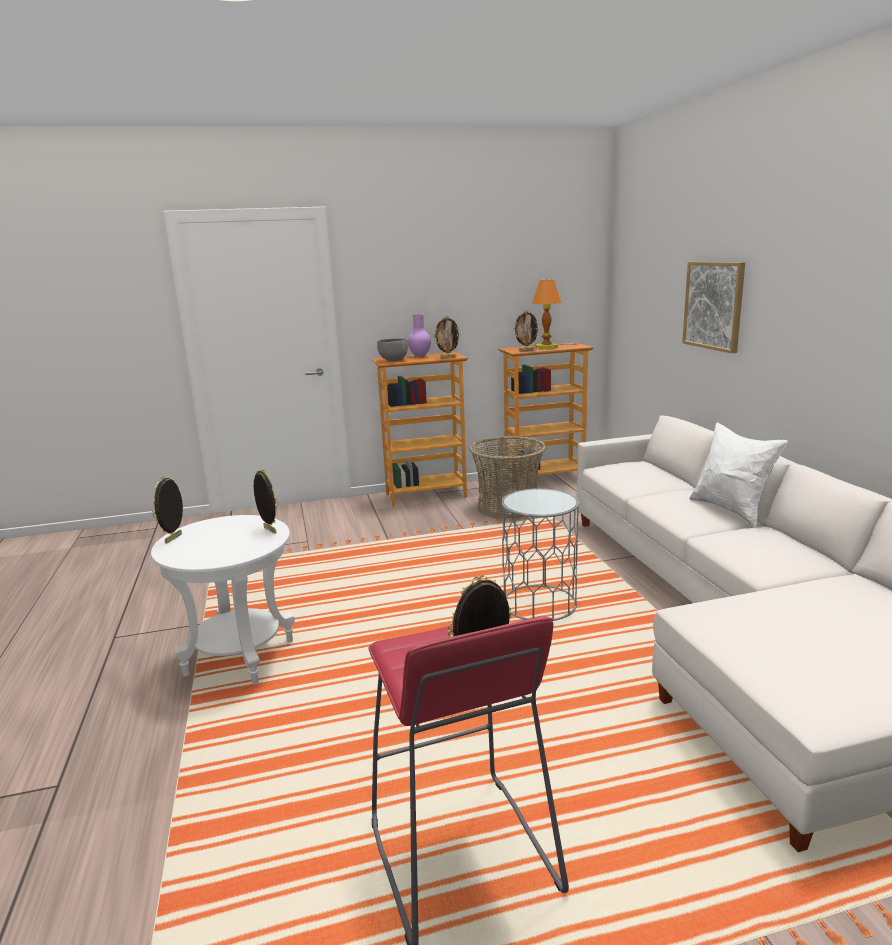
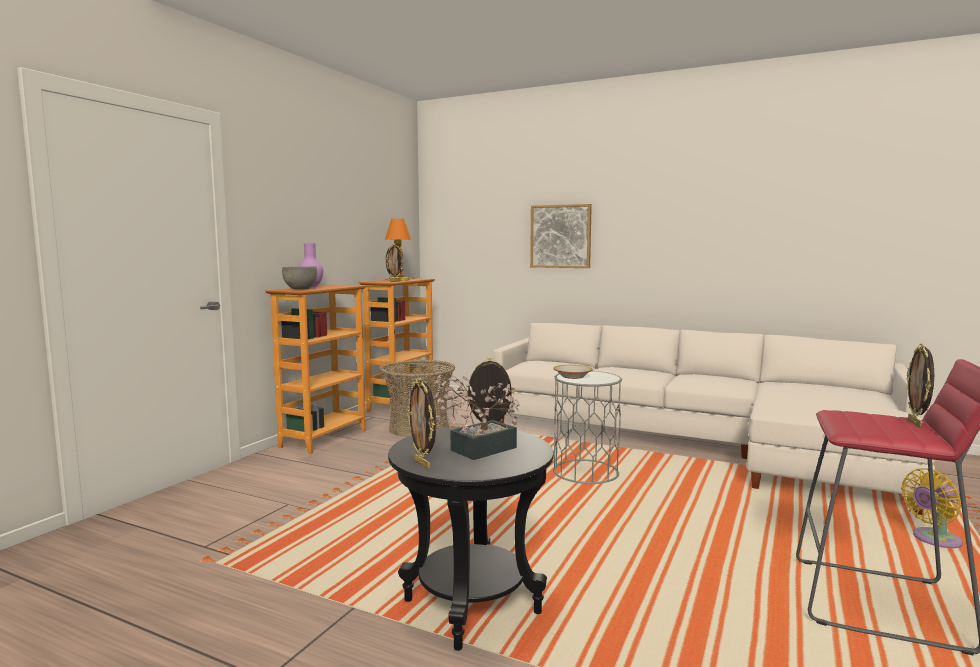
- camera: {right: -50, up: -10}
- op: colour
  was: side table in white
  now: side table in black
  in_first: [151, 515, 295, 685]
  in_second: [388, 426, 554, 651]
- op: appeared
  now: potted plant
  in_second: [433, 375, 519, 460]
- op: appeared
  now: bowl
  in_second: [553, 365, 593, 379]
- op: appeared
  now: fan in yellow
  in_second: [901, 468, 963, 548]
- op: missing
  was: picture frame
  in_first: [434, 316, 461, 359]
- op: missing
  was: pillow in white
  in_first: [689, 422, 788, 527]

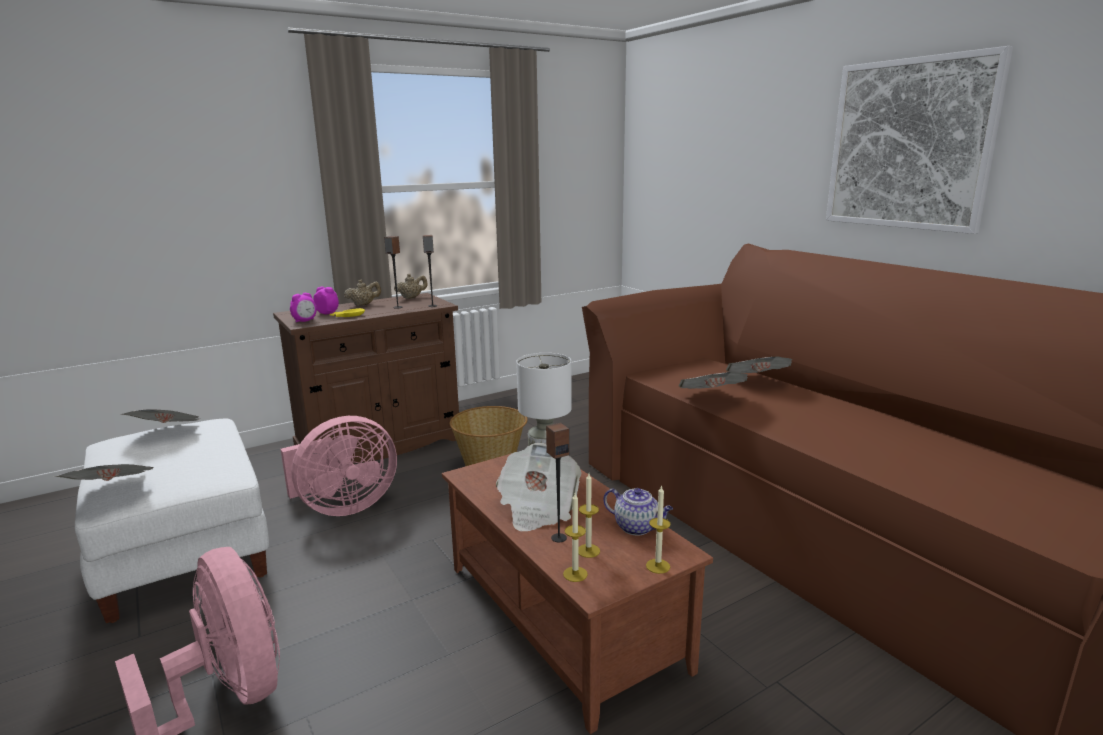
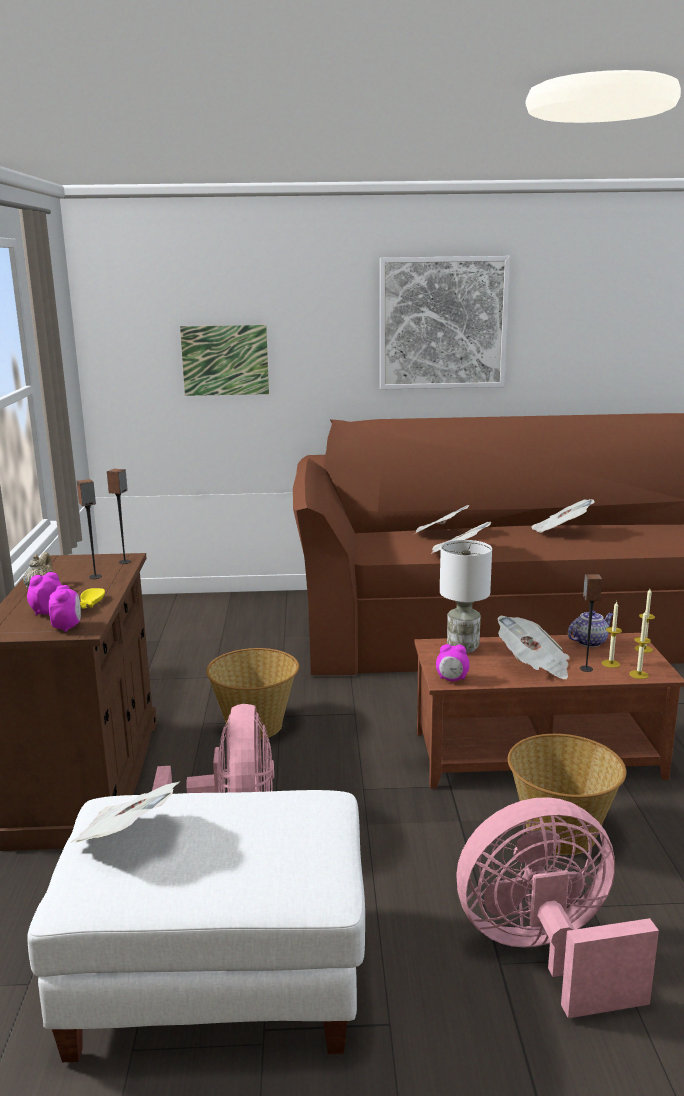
- camera: {right: -60, up: 0}
- op: appeared
  now: picture
  in_second: [180, 325, 269, 396]
- op: appeared
  now: alarm clock
  in_second: [436, 644, 470, 682]
- op: appeared
  now: basket
  in_second: [508, 734, 627, 855]
- op: relocated
  was: newspaper
  in_first: [55, 464, 154, 481]
  in_second: [531, 499, 594, 533]
- op: missing
  was: teapot in beige
  in_first: [394, 274, 428, 299]

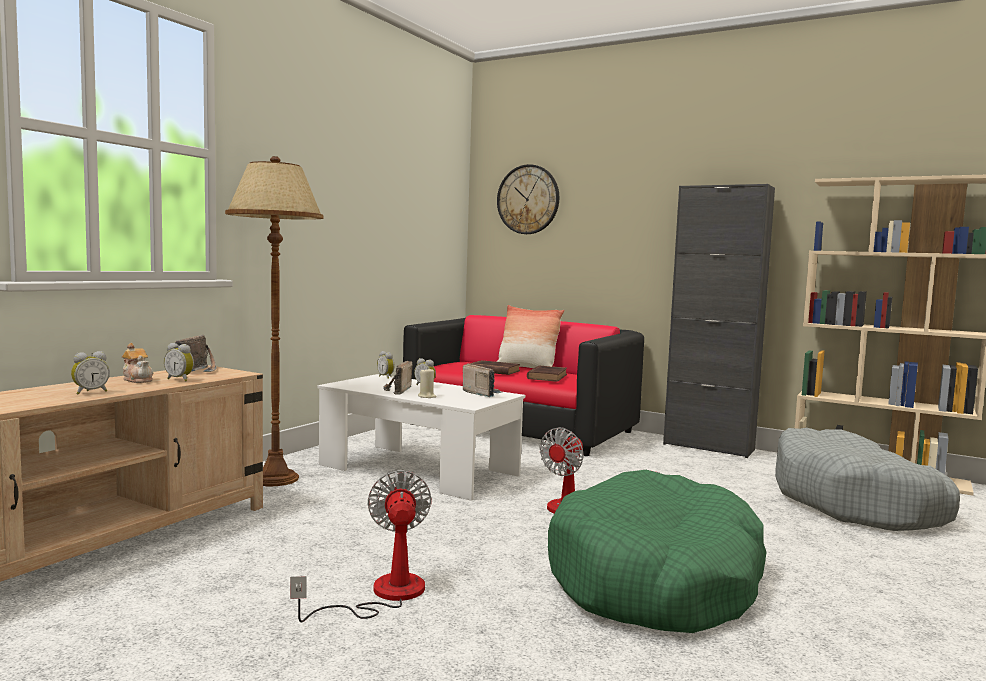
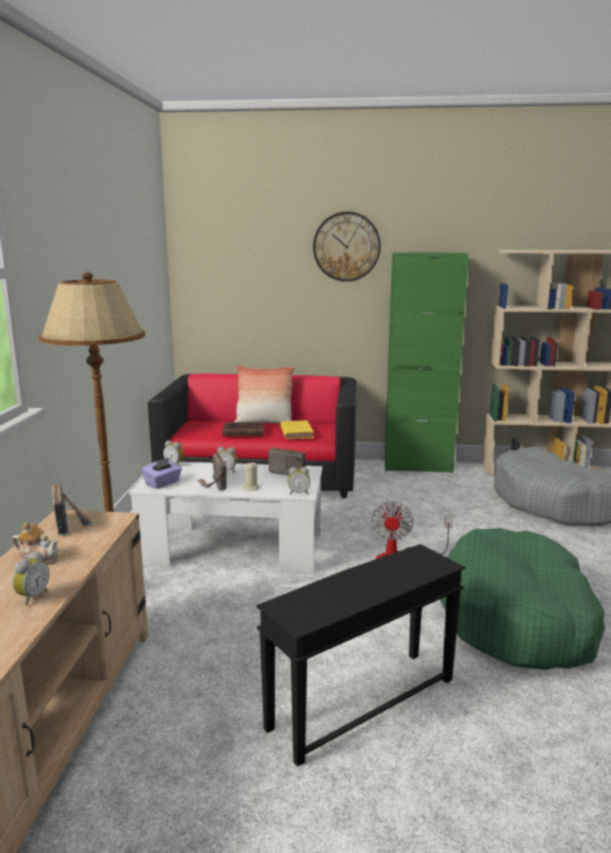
- camera: {right: -25, up: 10}
- op: appeared
  now: tissue box in purple
  in_second: [141, 457, 182, 489]
- op: exchanged
  was: fan
  now: side table in black
  in_first: [290, 470, 432, 622]
  in_second: [256, 544, 465, 767]
- op: colour
  was: book in brown
  now: book in yellow
  in_first: [527, 365, 567, 382]
  in_second: [280, 420, 314, 439]
- op: relocated
  was: alarm clock
  in_first: [164, 343, 194, 381]
  in_second: [288, 467, 310, 495]
- op: relocated
  was: wall clock
  in_first: [497, 164, 559, 234]
  in_second: [313, 212, 381, 282]
- op: colour
  was: cabinet in black
  now: cabinet in green
  in_first: [663, 184, 775, 458]
  in_second: [385, 252, 469, 473]

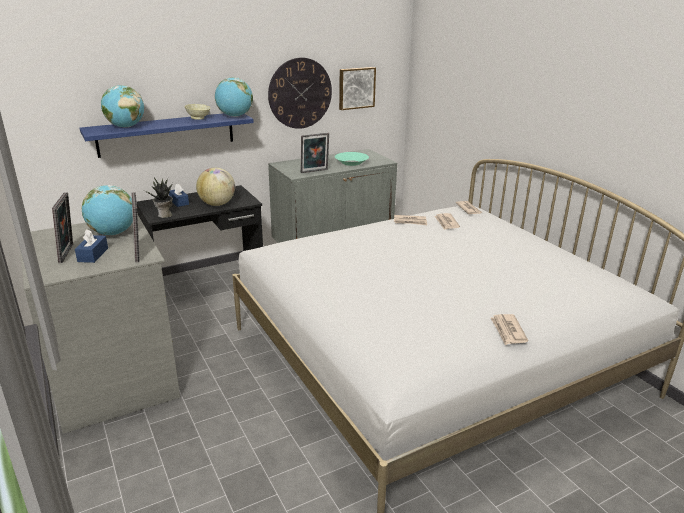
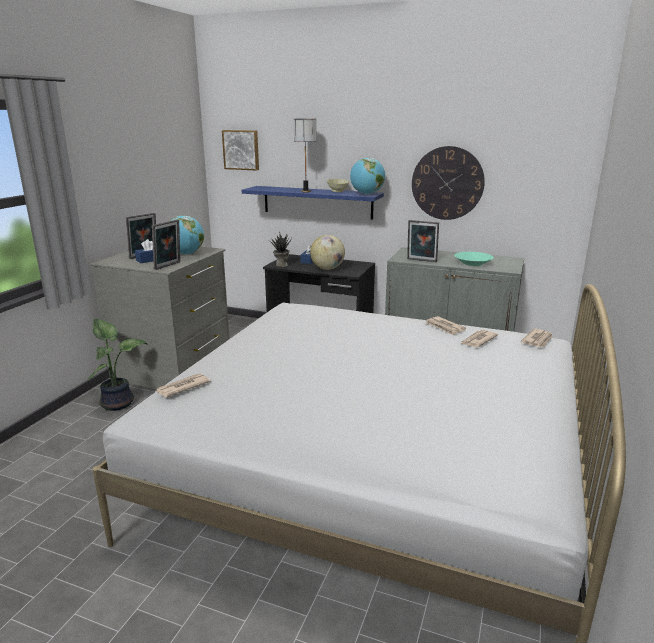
- camera: {right: 50, up: -5}
- op: appeared
  now: potted plant
  in_second: [87, 319, 147, 411]
- op: relocated
  was: newspaper
  in_first: [491, 314, 528, 345]
  in_second: [155, 373, 211, 397]
- op: relocated
  was: picture
  in_first: [339, 67, 376, 110]
  in_second: [222, 130, 259, 171]
- op: appeared
  now: table lamp
  in_second: [294, 119, 317, 192]
- op: missing
  was: globe
  in_first: [101, 85, 144, 127]

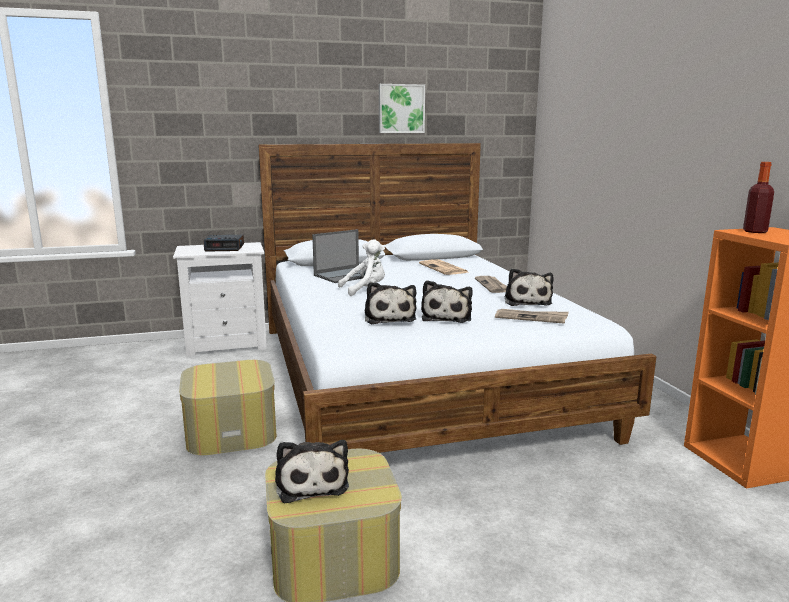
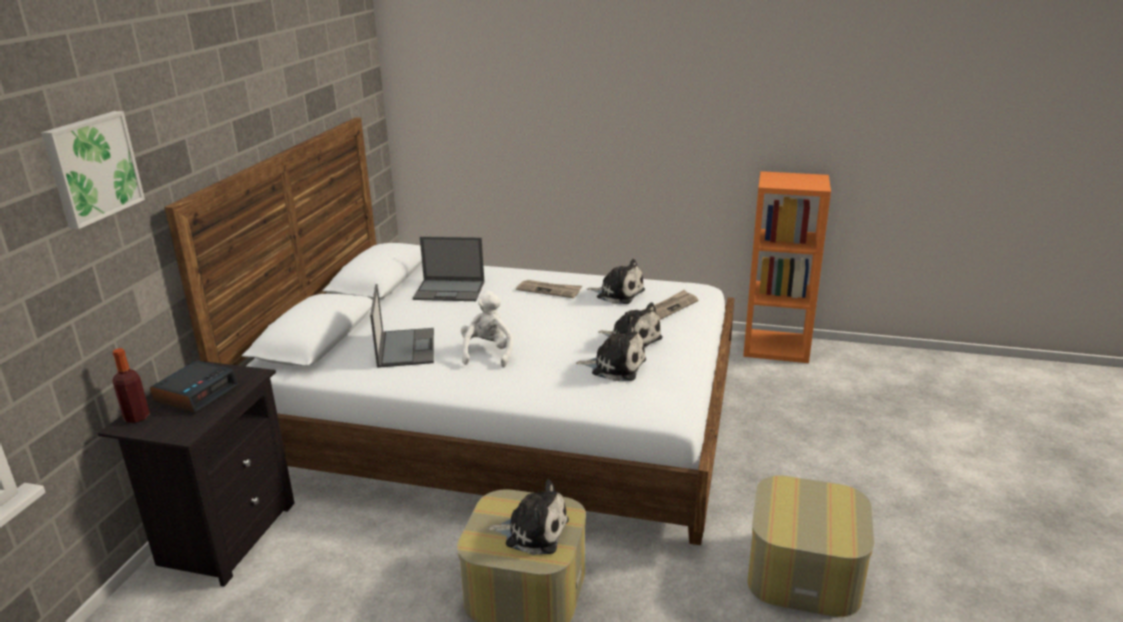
- camera: {right: -60, up: 10}
- op: relocated
  was: picture
  in_first: [379, 84, 425, 133]
  in_second: [41, 111, 145, 229]
- op: colour
  was: nightstand in white
  now: nightstand in black
  in_first: [173, 242, 267, 357]
  in_second: [98, 360, 295, 587]
- op: relocated
  was: bottle
  in_first: [743, 162, 774, 233]
  in_second: [112, 348, 150, 423]
- op: exchanged
  was: newspaper
  now: laptop
  in_first: [419, 259, 468, 275]
  in_second: [413, 236, 485, 301]
- op: relocated
  was: plush toy
  in_first: [275, 440, 349, 503]
  in_second: [487, 480, 569, 555]

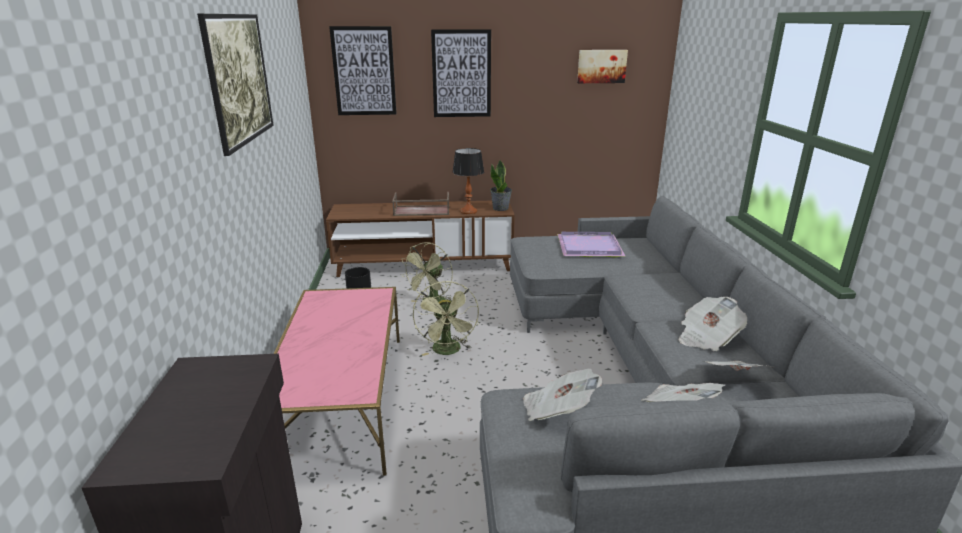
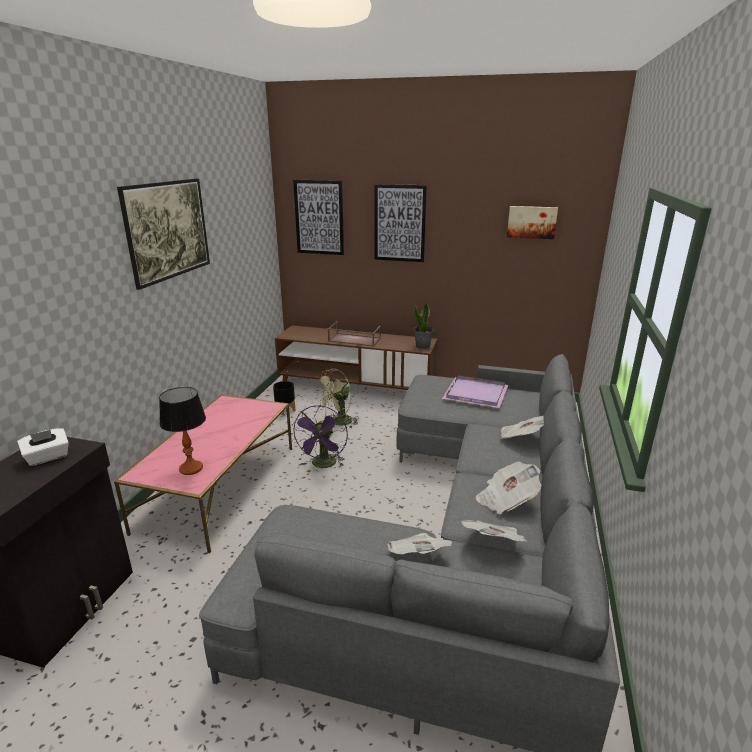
- camera: {right: 20, up: 0}
- op: appeared
  now: tissue box in white
  in_second: [17, 428, 69, 466]
- op: relocated
  was: table lamp
  in_first: [452, 148, 484, 214]
  in_second: [159, 387, 206, 475]
- op: colour
  was: fan in green
  now: fan in purple
  in_first: [413, 281, 479, 356]
  in_second: [292, 405, 348, 468]
- op: relocated
  was: newspaper
  in_first: [523, 369, 602, 421]
  in_second: [500, 416, 544, 439]

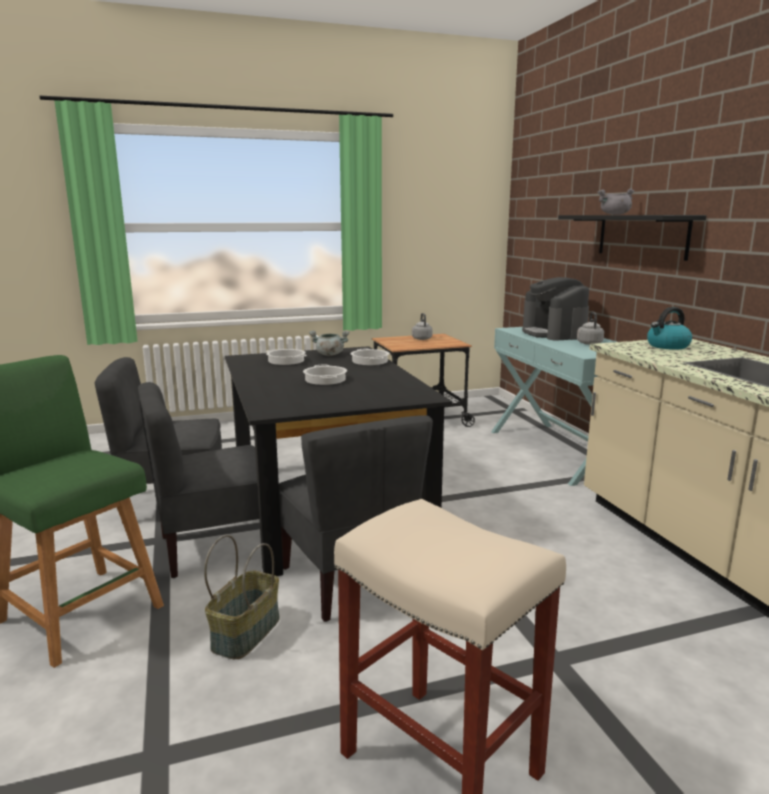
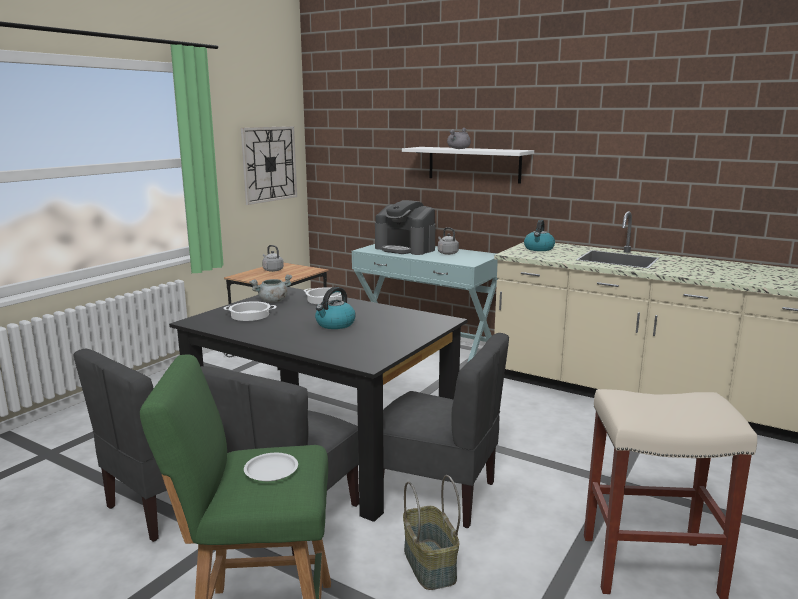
- camera: {right: -40, up: 0}
- op: appeared
  now: wall clock
  in_second: [241, 126, 297, 205]
- op: appeared
  now: plate in white
  in_second: [244, 453, 298, 481]
- op: exchanged
  was: cooking pot
  now: kettle
  in_first: [303, 365, 347, 385]
  in_second: [315, 287, 356, 329]
- op: colour
  was: shelf in black
  now: shelf in white
  in_first: [558, 215, 707, 261]
  in_second: [402, 147, 534, 184]

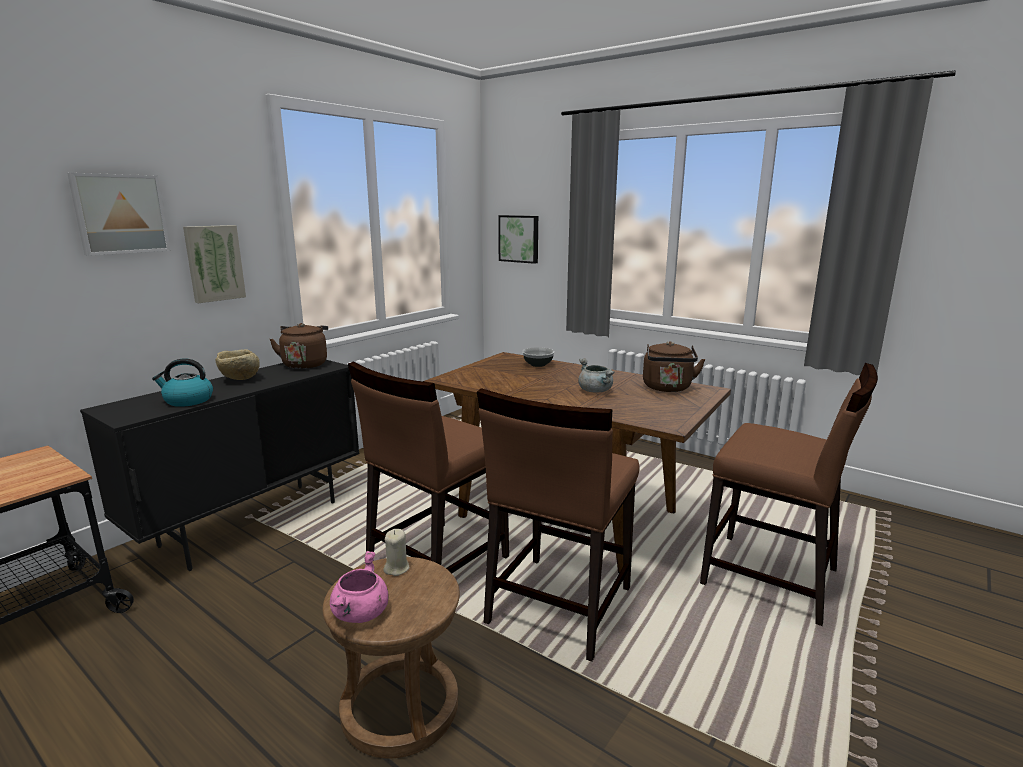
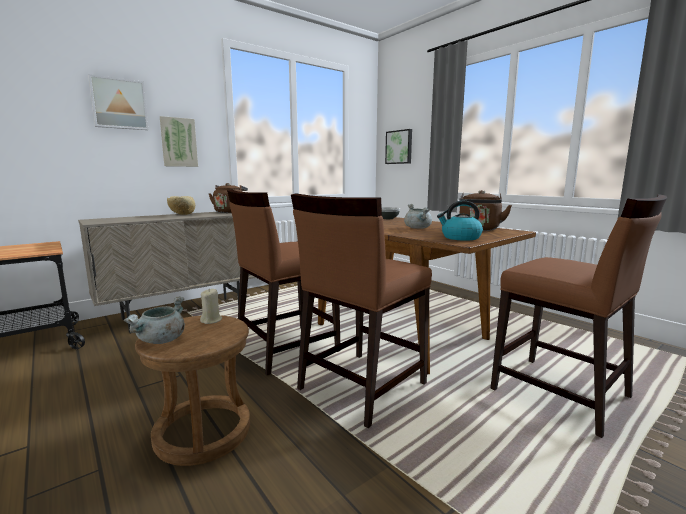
- camera: {right: 15, up: -5}
- op: colour
  was: cabinet in black
  now: cabinet in beige
  in_first: [80, 360, 359, 571]
  in_second: [78, 212, 256, 334]
- op: colour
  was: cooking pot in pink
  now: cooking pot in grey
  in_first: [330, 551, 389, 623]
  in_second: [124, 296, 185, 344]
- op: relocated
  was: kettle
  in_first: [152, 359, 213, 407]
  in_second: [437, 201, 483, 241]

